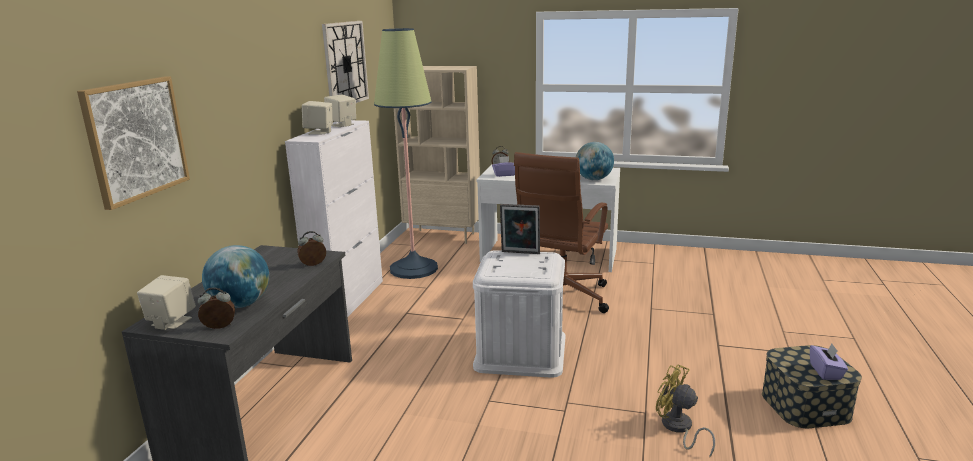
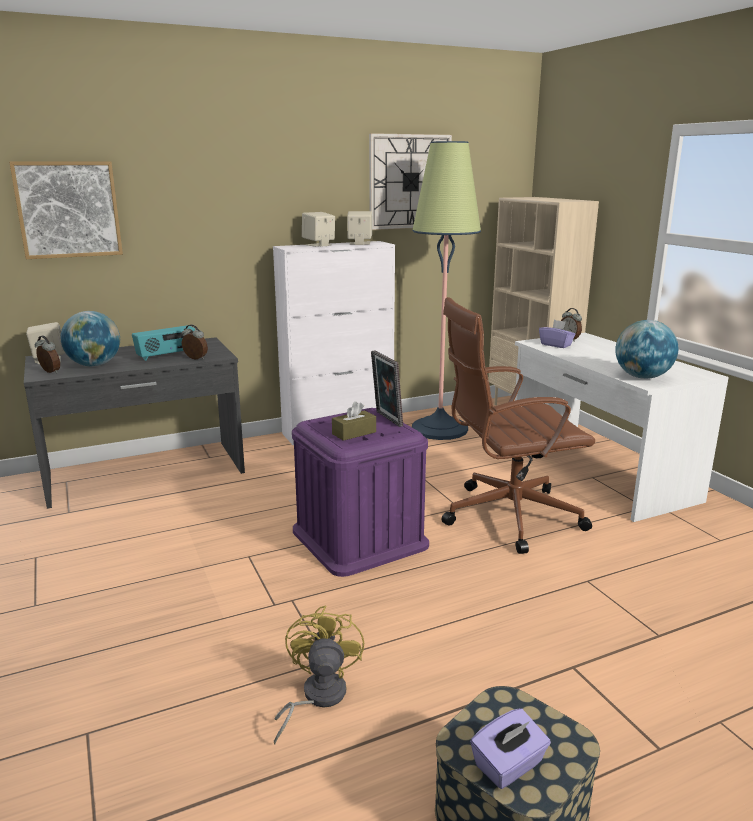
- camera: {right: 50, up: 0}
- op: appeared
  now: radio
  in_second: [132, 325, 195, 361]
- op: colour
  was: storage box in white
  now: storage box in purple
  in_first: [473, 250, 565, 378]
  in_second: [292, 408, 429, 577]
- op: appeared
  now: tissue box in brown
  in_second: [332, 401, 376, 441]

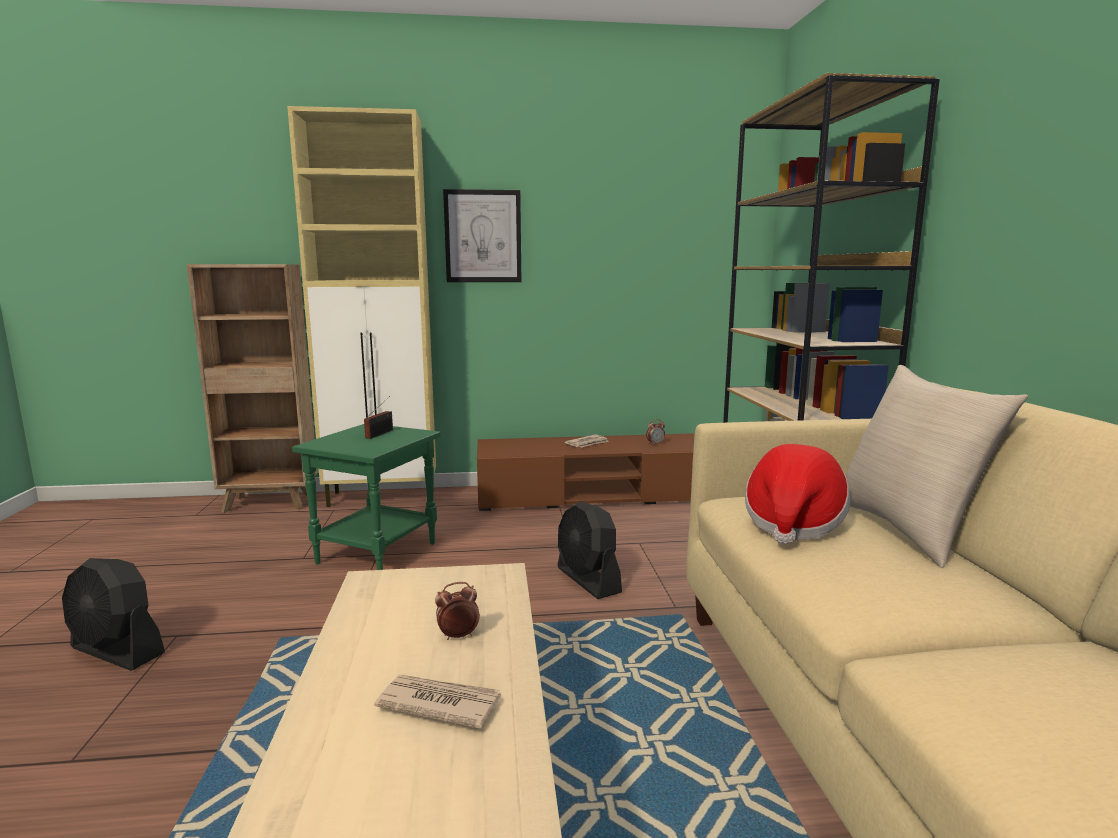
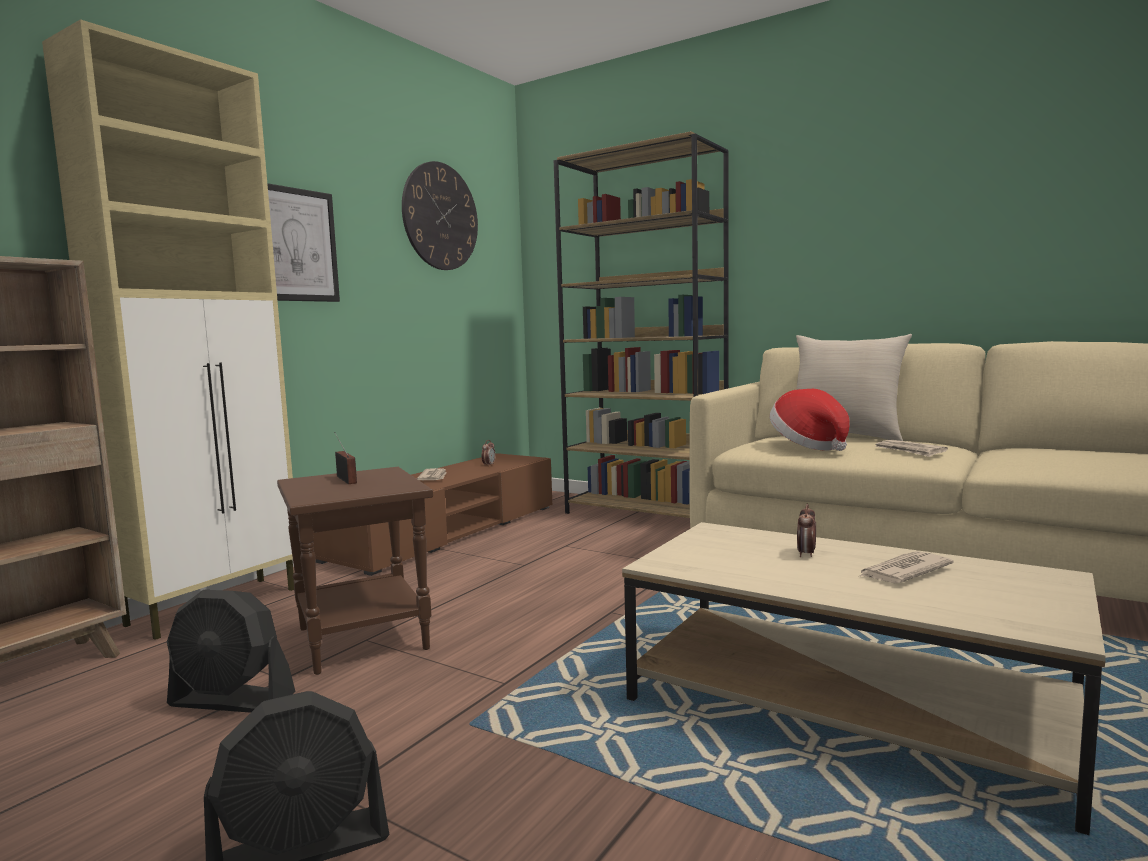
- camera: {right: -50, up: -5}
- op: relocated
  was: fan in black
  in_first: [557, 501, 622, 599]
  in_second: [167, 590, 295, 713]
- op: colour
  was: side table in green
  now: side table in brown
  in_first: [292, 424, 441, 570]
  in_second: [277, 467, 433, 675]
- op: appeared
  now: wall clock
  in_second: [402, 161, 478, 270]
- op: appeared
  now: newspaper
  in_second: [875, 440, 948, 457]

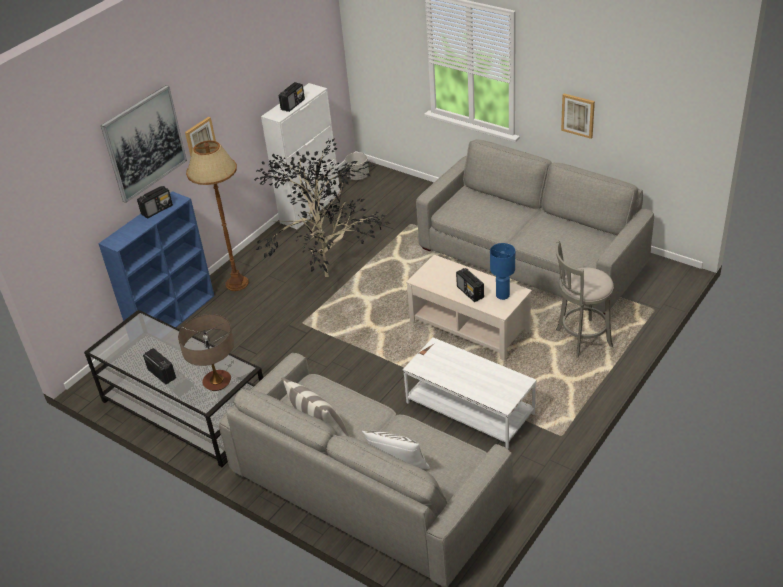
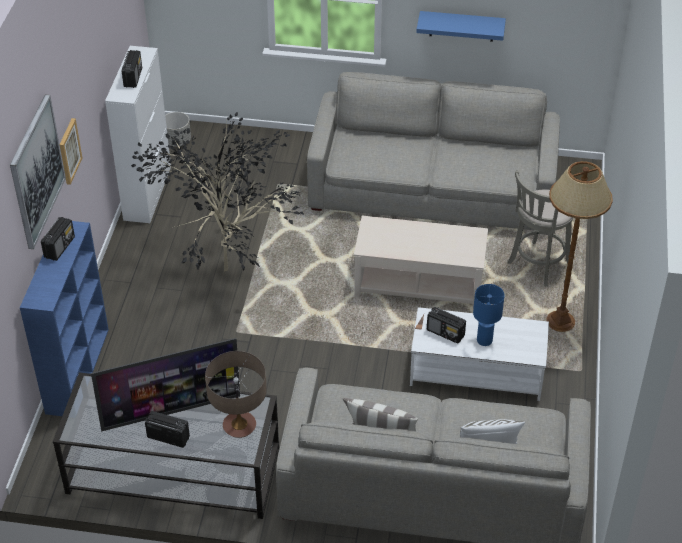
- camera: {right: -30, up: 5}
- op: appeared
  now: television
  in_second: [91, 338, 240, 432]
- op: exchanged
  was: picture
  now: shelf in blue
  in_first: [561, 94, 595, 139]
  in_second: [416, 11, 506, 42]
- op: relocated
  was: radio
  in_first: [456, 268, 484, 302]
  in_second: [427, 307, 466, 344]
- op: relocated
  was: table lamp in blue
  in_first: [490, 243, 515, 300]
  in_second: [473, 284, 505, 346]
- op: relocated
  was: floor lamp in brown
  in_first: [186, 140, 249, 291]
  in_second: [546, 161, 613, 332]

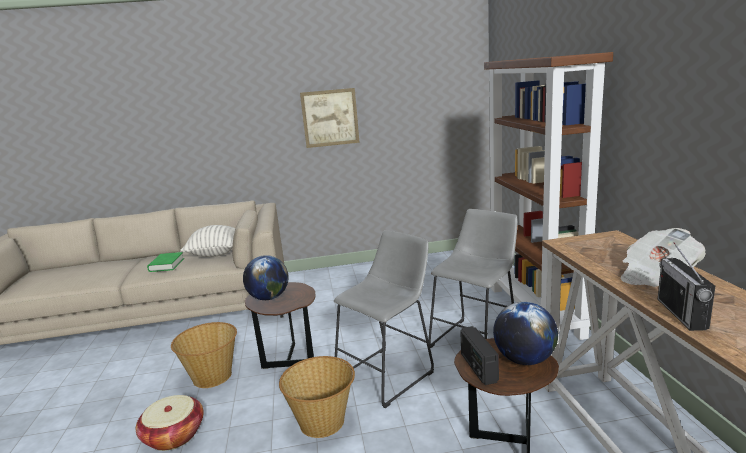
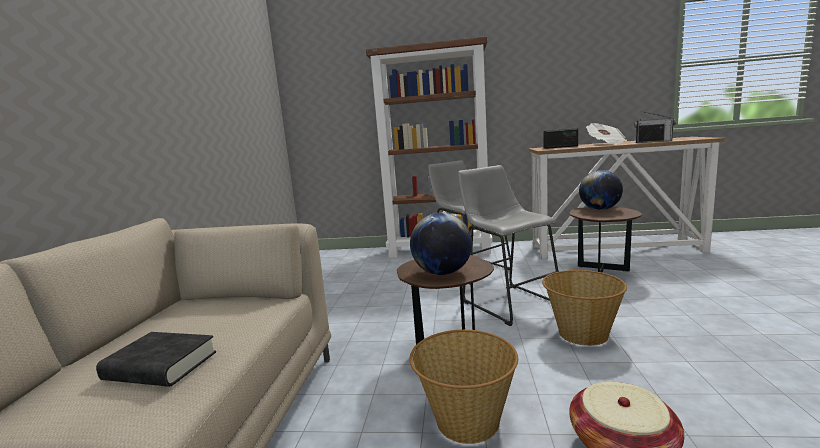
- camera: {right: -75, up: -5}
- op: colour
  was: book in green
  now: book in black
  in_first: [147, 252, 184, 272]
  in_second: [96, 332, 216, 387]
- op: relocated
  was: radio
  in_first: [460, 326, 499, 385]
  in_second: [543, 128, 578, 149]
- op: missing
  was: pillow
  in_first: [180, 225, 235, 257]
- op: missing
  was: picture
  in_first: [300, 88, 360, 148]

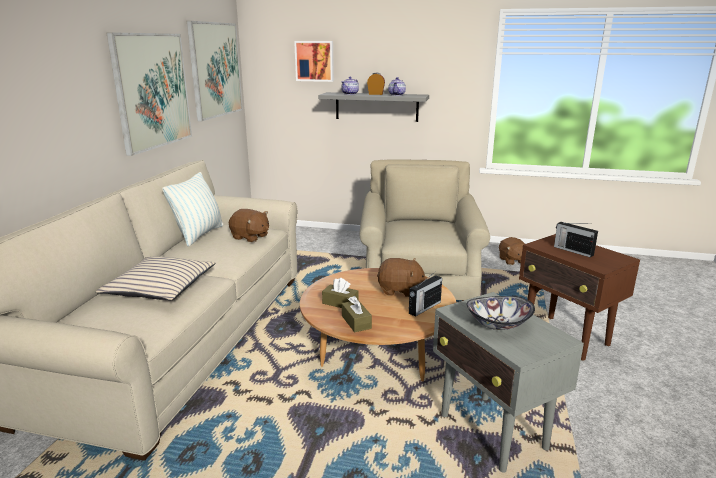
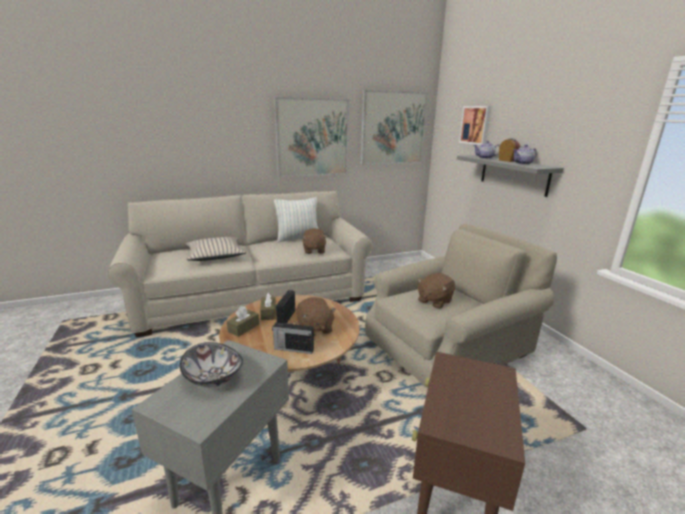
- camera: {right: 55, up: 0}
- op: relocated
  was: radio
  in_first: [554, 222, 598, 257]
  in_second: [276, 290, 295, 324]
- op: relocated
  was: plush toy in brown
  in_first: [499, 237, 525, 265]
  in_second: [417, 273, 455, 309]

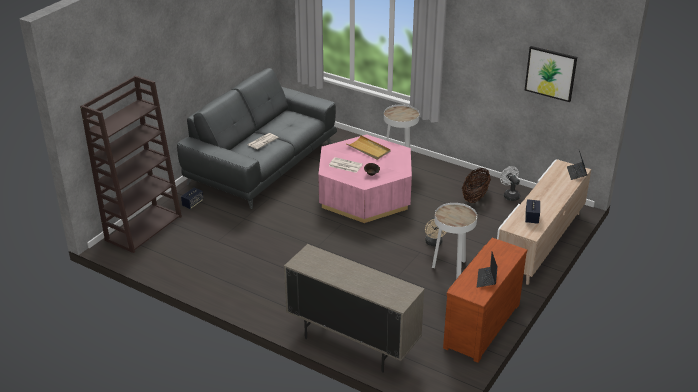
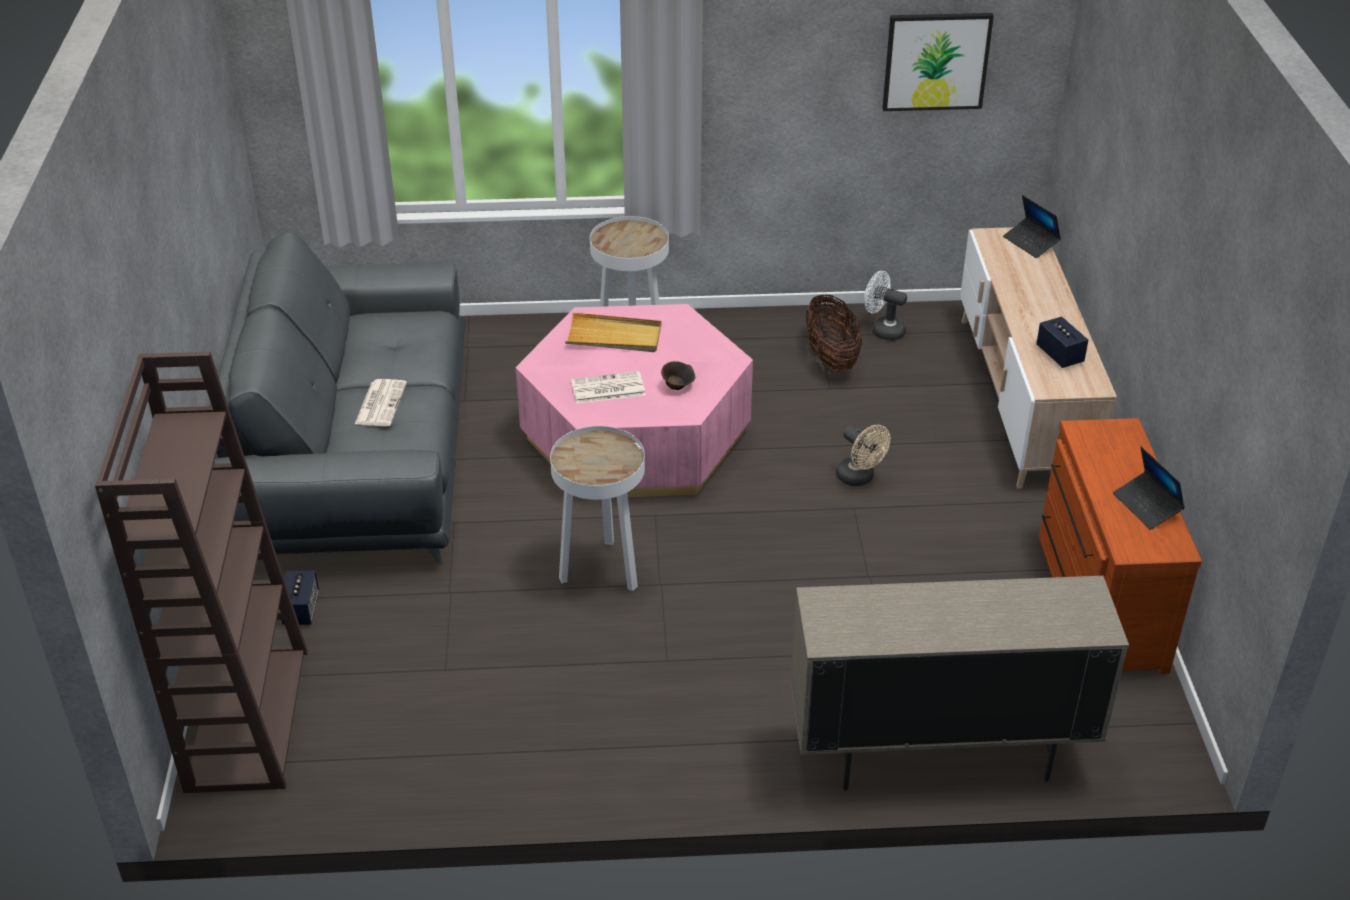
- camera: {right: -35, up: 5}
- op: relocated
  was: side table in white
  in_first: [432, 203, 477, 279]
  in_second: [550, 426, 645, 591]

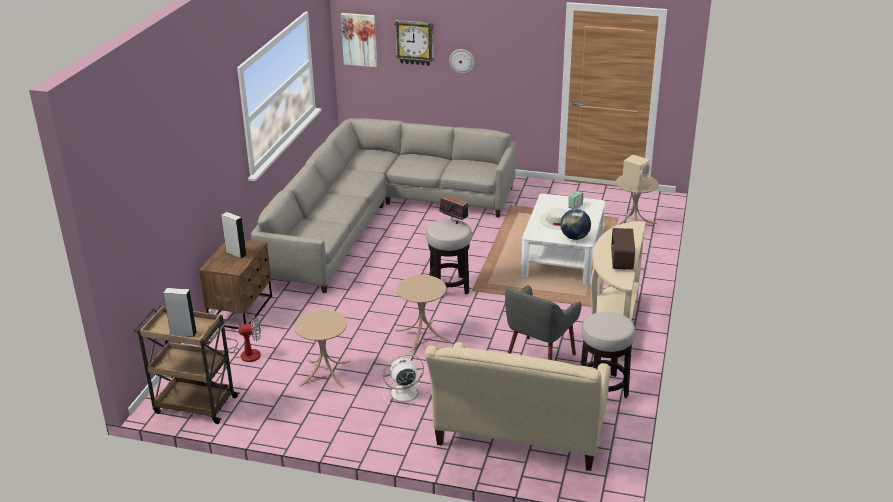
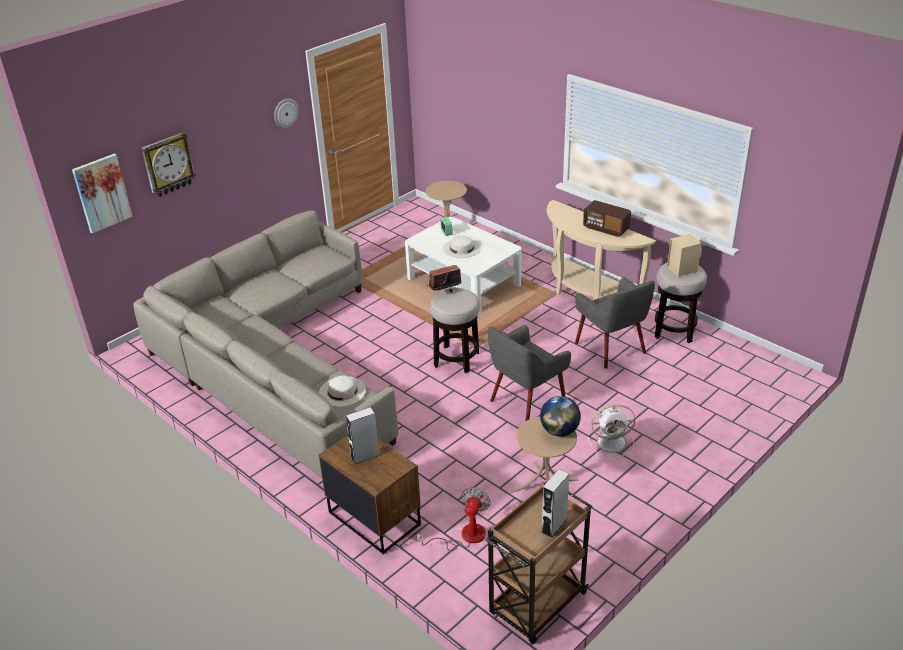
- camera: {right: -60, up: 5}
- op: relocated
  was: wall clock
  in_first: [449, 49, 475, 74]
  in_second: [274, 98, 299, 128]
- op: appeared
  now: hat in white
  in_second: [319, 375, 366, 407]
- op: exchanged
  was: side table in beige
  now: armchair in grey
  in_first: [395, 275, 451, 352]
  in_second: [488, 325, 571, 421]
- op: relocated
  was: globe
  in_first: [560, 209, 591, 240]
  in_second: [540, 396, 581, 437]
- op: spun
  was: fan in white
  in_first: [383, 354, 427, 407]
  in_second: [588, 404, 635, 457]
  clockwise: -105
- op: relocated
  was: speaker in beige
  in_first: [622, 155, 650, 191]
  in_second: [667, 234, 702, 277]
- op: missing
  was: sofa in beige
  in_first: [425, 342, 610, 471]

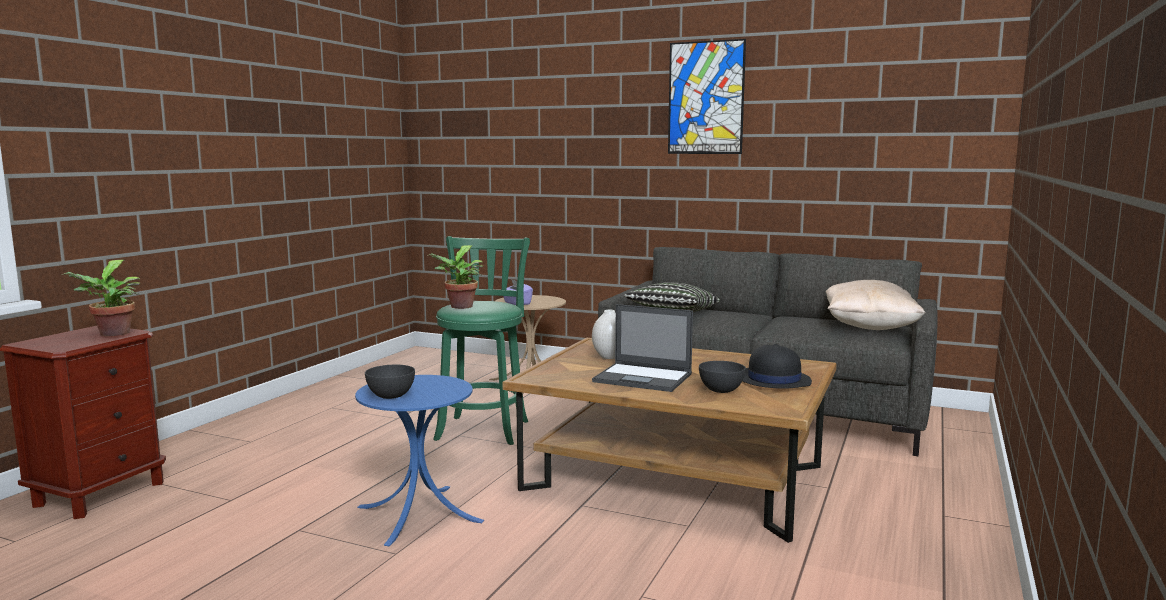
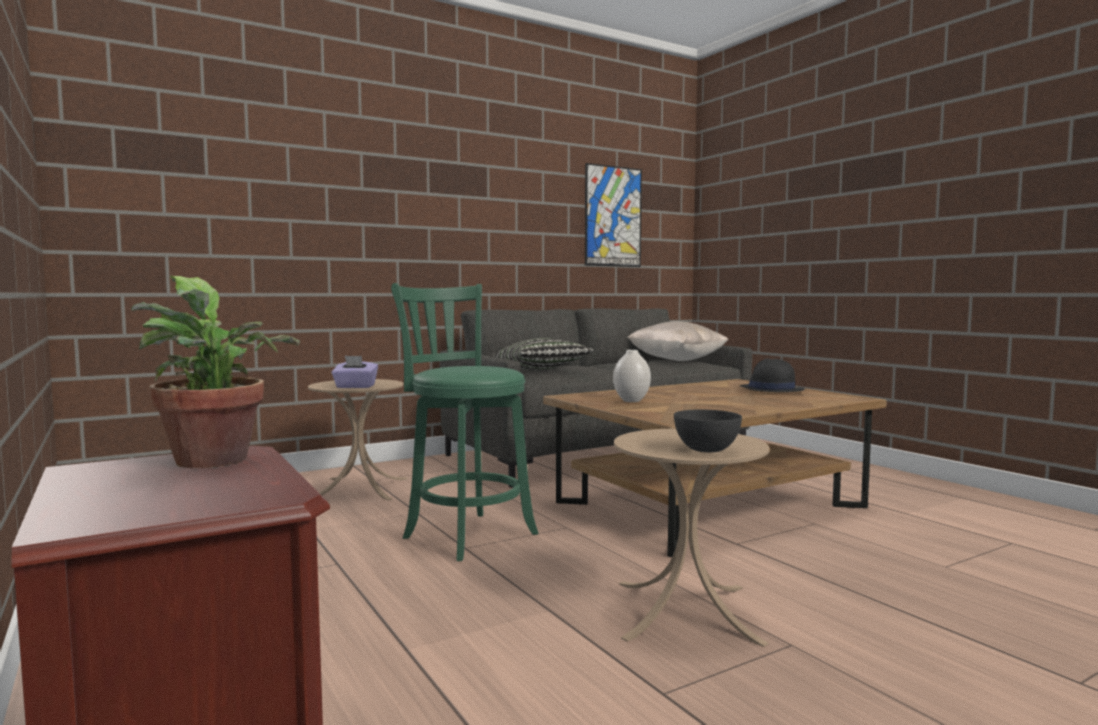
- camera: {right: -55, up: -5}
- op: relocated
  was: picture
  in_first: [668, 39, 746, 154]
  in_second: [585, 163, 642, 267]
- op: colour
  was: side table in blue
  now: side table in beige
  in_first: [355, 375, 484, 546]
  in_second: [614, 429, 769, 647]
- op: missing
  was: potted plant
  in_first: [427, 245, 483, 309]
- op: missing
  was: laptop
  in_first: [592, 304, 693, 392]
- op: missing
  was: bowl in grey
  in_first: [699, 361, 746, 393]

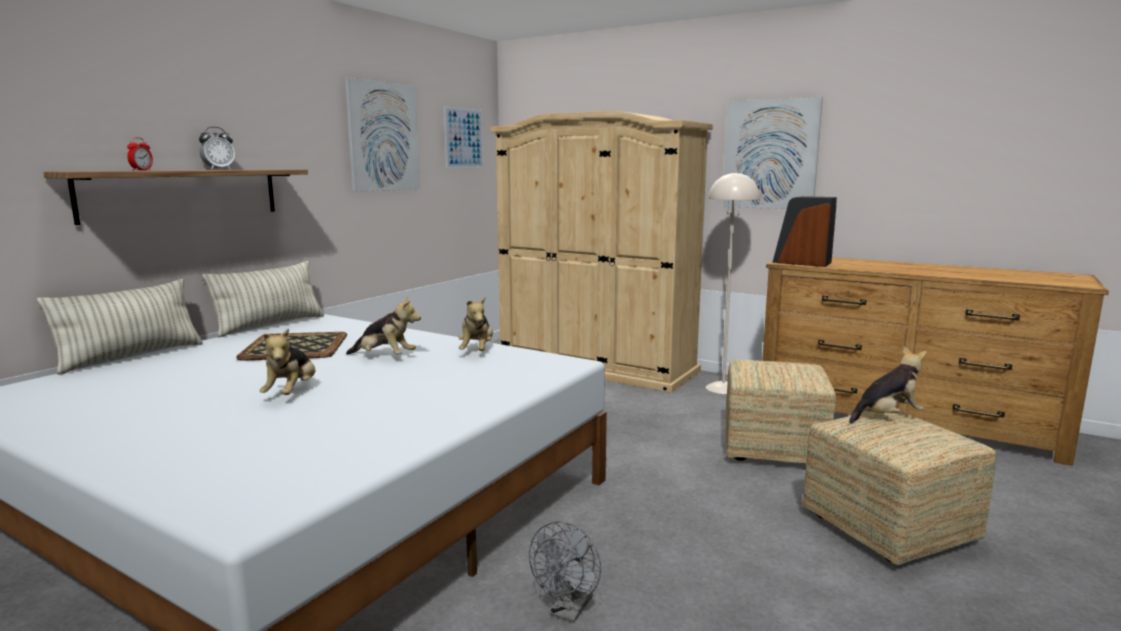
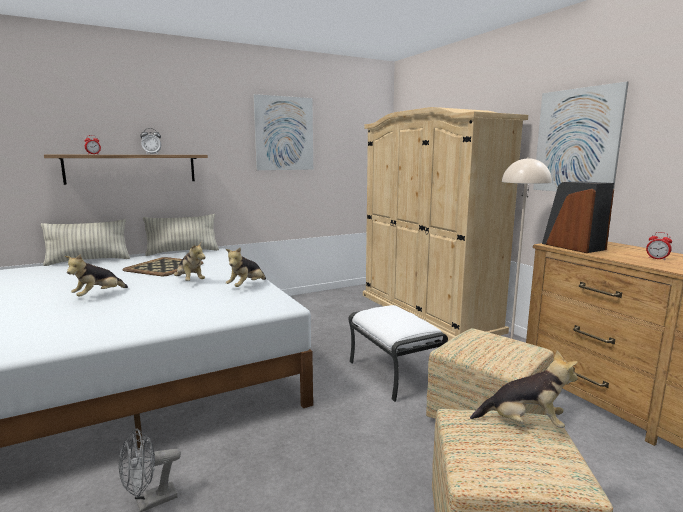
- camera: {right: 30, up: 0}
- op: appeared
  now: ottoman in white
  in_second: [348, 305, 448, 402]
- op: appeared
  now: alarm clock
  in_second: [646, 232, 672, 260]
- op: missing
  was: picture
  in_first: [444, 106, 484, 168]

